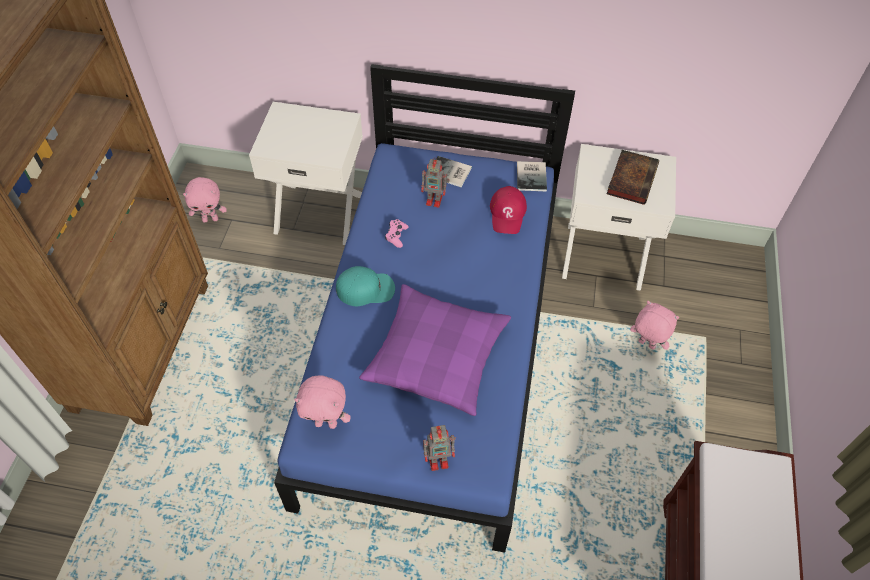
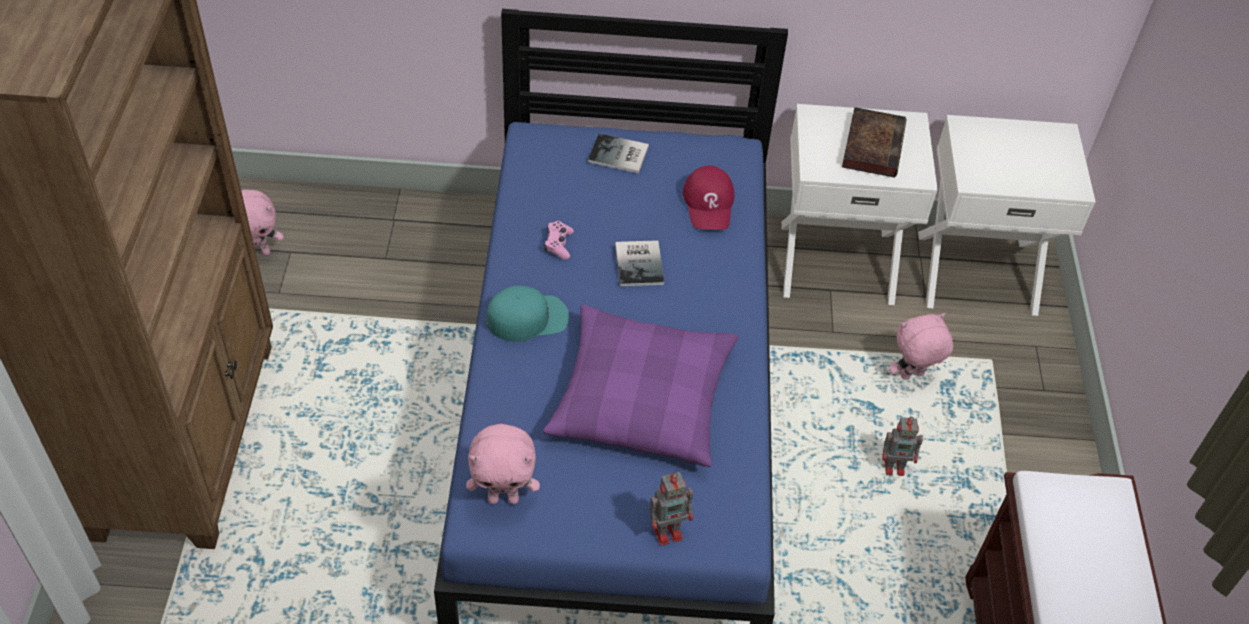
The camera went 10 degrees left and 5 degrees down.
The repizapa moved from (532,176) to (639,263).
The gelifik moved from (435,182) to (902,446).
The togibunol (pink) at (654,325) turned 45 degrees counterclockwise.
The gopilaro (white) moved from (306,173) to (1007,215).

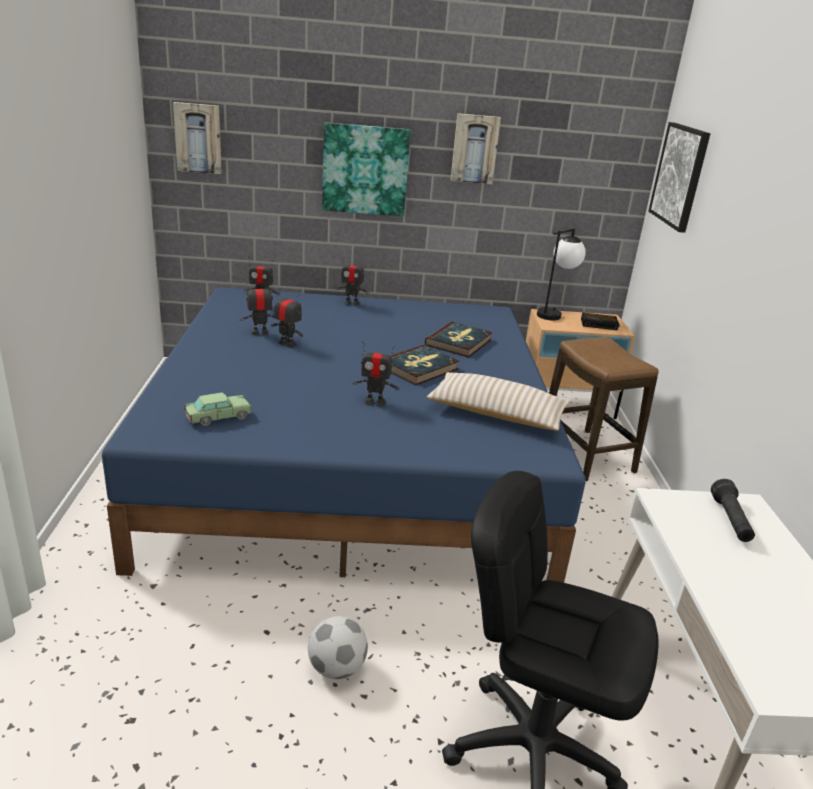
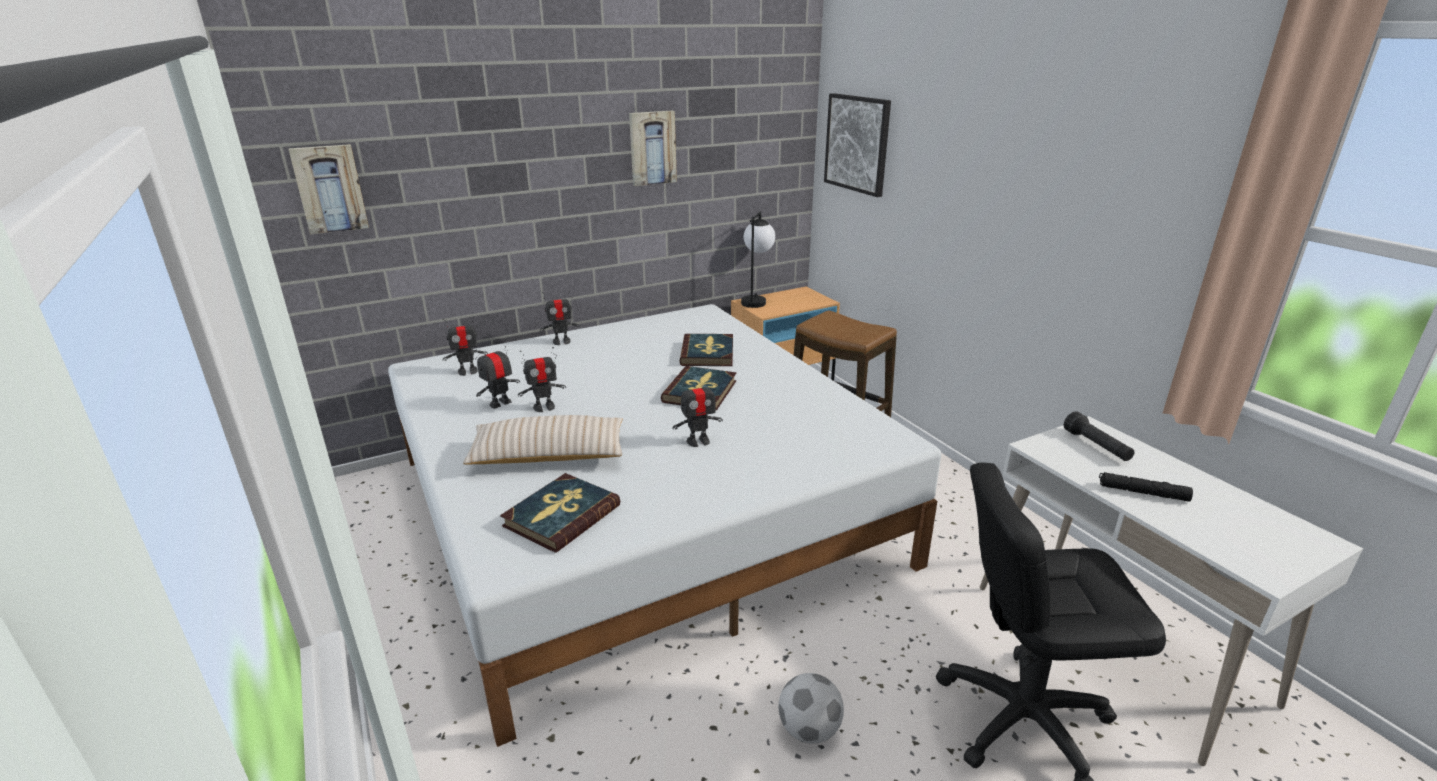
The camera went 25 degrees left and 0 degrees up.
The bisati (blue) at (344,435) became the bisati (white) at (664,525).
The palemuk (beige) moved from (498,401) to (543,440).
The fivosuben at (218,409) was replaced by the repizapa at (560,513).
The gelifik at (287,318) turned 150 degrees clockwise.
The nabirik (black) at (1146,487) appeared.
The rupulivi at (366,169) disappeared.
The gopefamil at (600,321) disappeared.

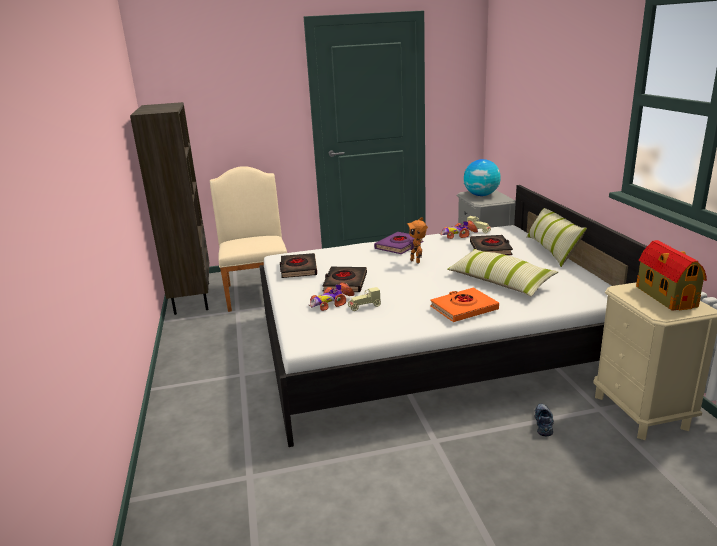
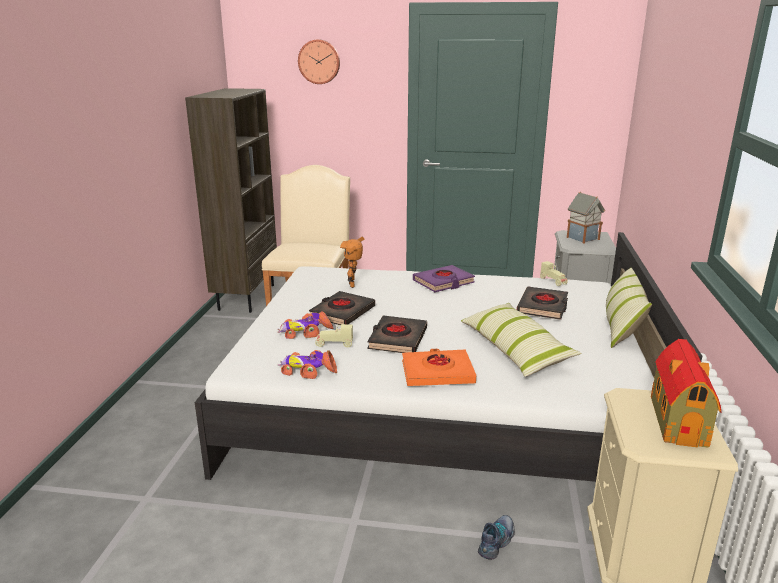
The camera went 20 degrees right and 0 degrees up.
The fivosuben moved from (459,229) to (307,364).
The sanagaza at (319,61) appeared.
The gelifik moved from (417,240) to (352,262).
The repizapa (black) moved from (298,265) to (397,334).
The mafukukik at (482,177) was replaced by the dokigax at (586,217).

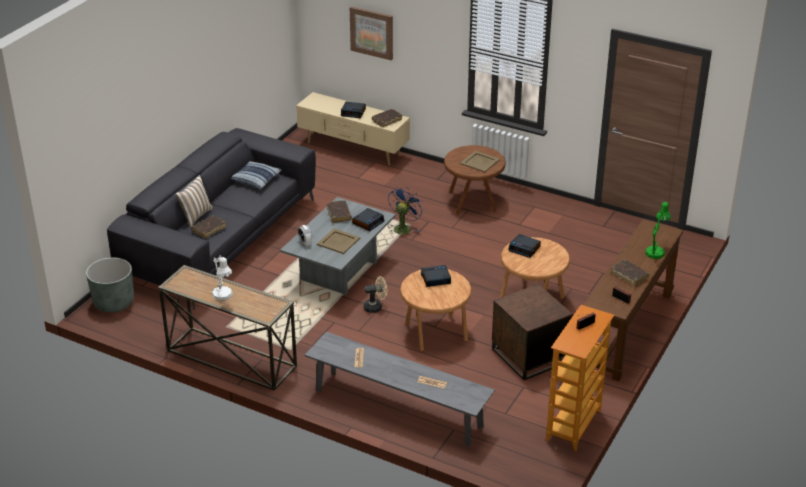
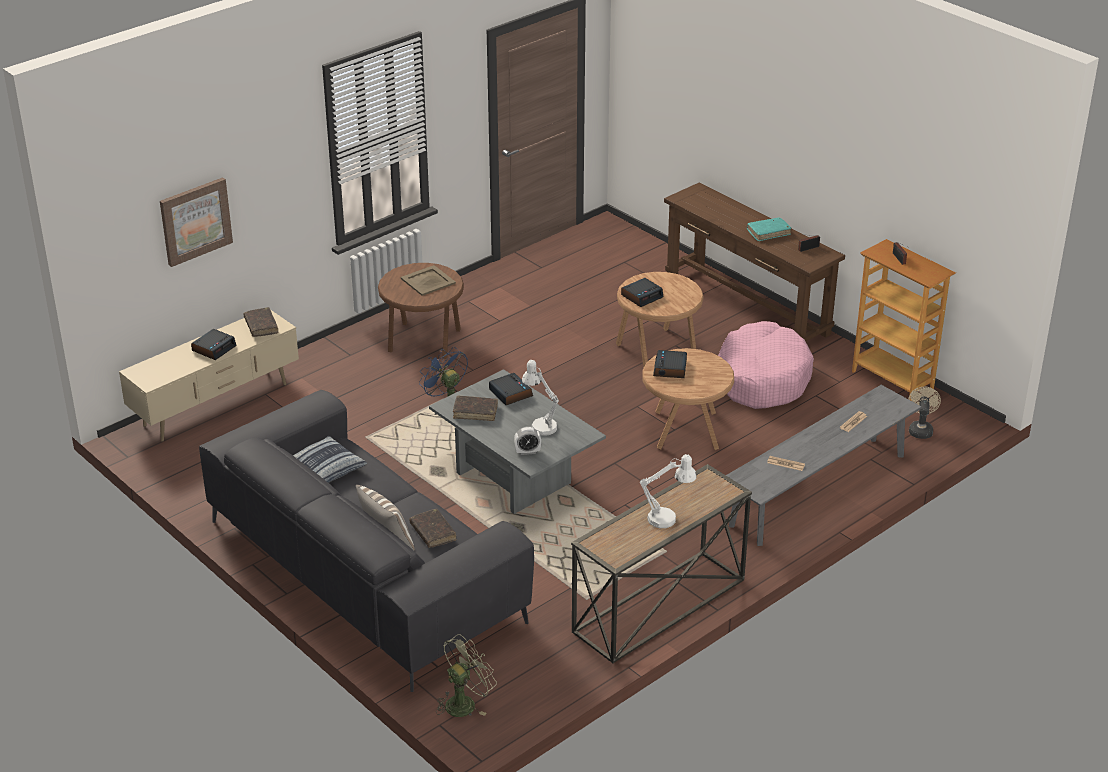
The camera went 70 degrees left and 0 degrees up.
The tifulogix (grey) at (110,285) was replaced by the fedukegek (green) at (466,675).
The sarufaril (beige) at (338,241) was replaced by the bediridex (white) at (540,398).
The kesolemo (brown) at (532,332) was replaced by the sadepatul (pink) at (766,365).
The repizapa (brown) at (630,272) became the repizapa (turquoise) at (769,229).
The fedukegek (beige) moved from (375,294) to (924,413).
The bediridex (green) at (658,230) disappeared.

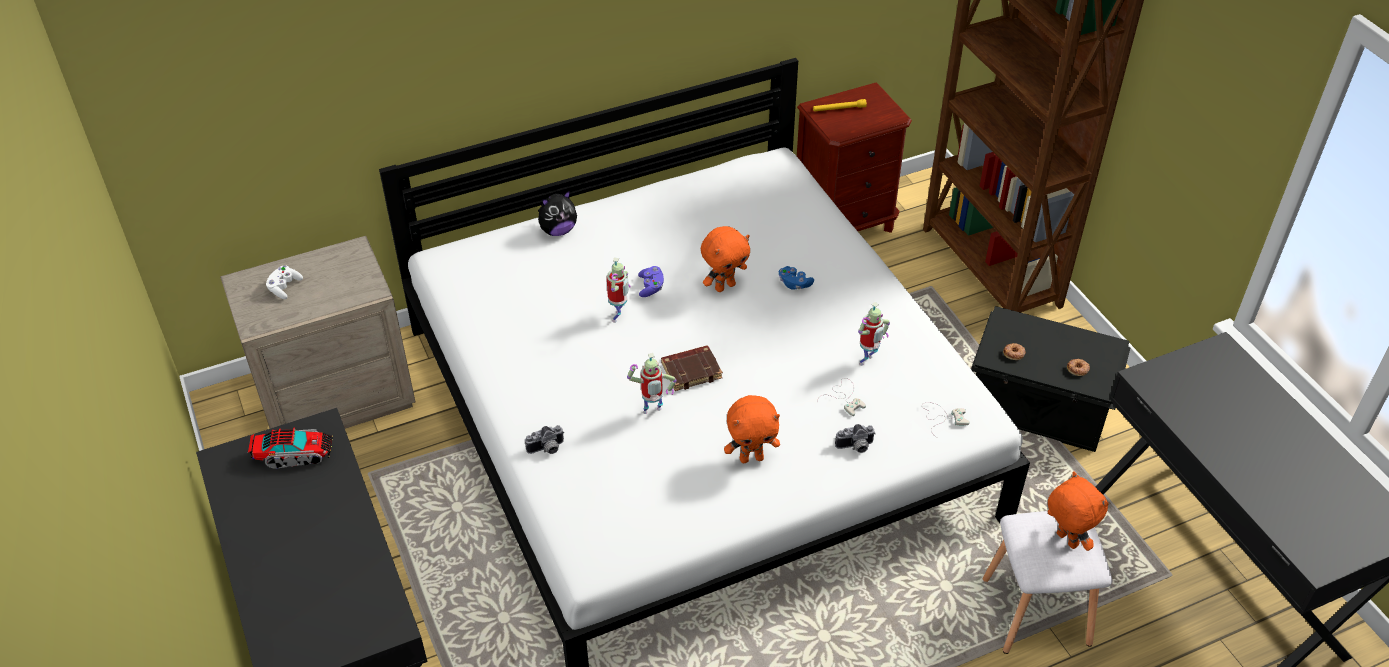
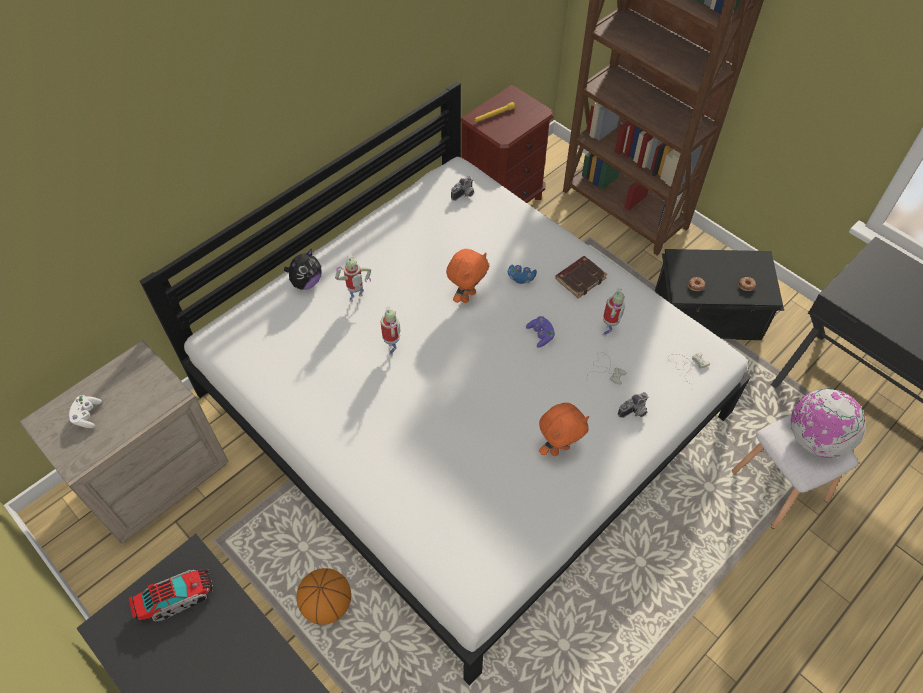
The camera went 20 degrees left and 10 degrees up.
The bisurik at (324,596) appeared.
The gelifik moved from (652,383) to (353,278).
The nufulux moved from (544,439) to (462,188).
The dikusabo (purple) moved from (651,281) to (540,332).
The repizapa (brown) moved from (692,368) to (581,277).
The togibunol (orange) at (1078,511) was replaced by the mafukukik at (828,423).

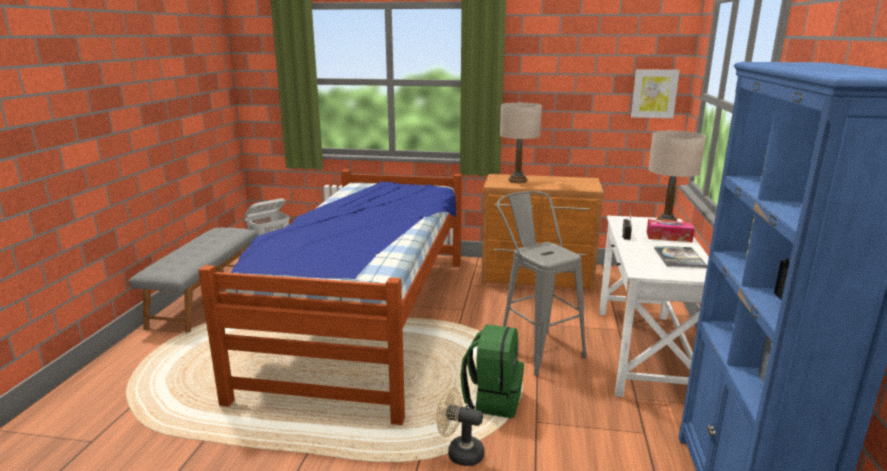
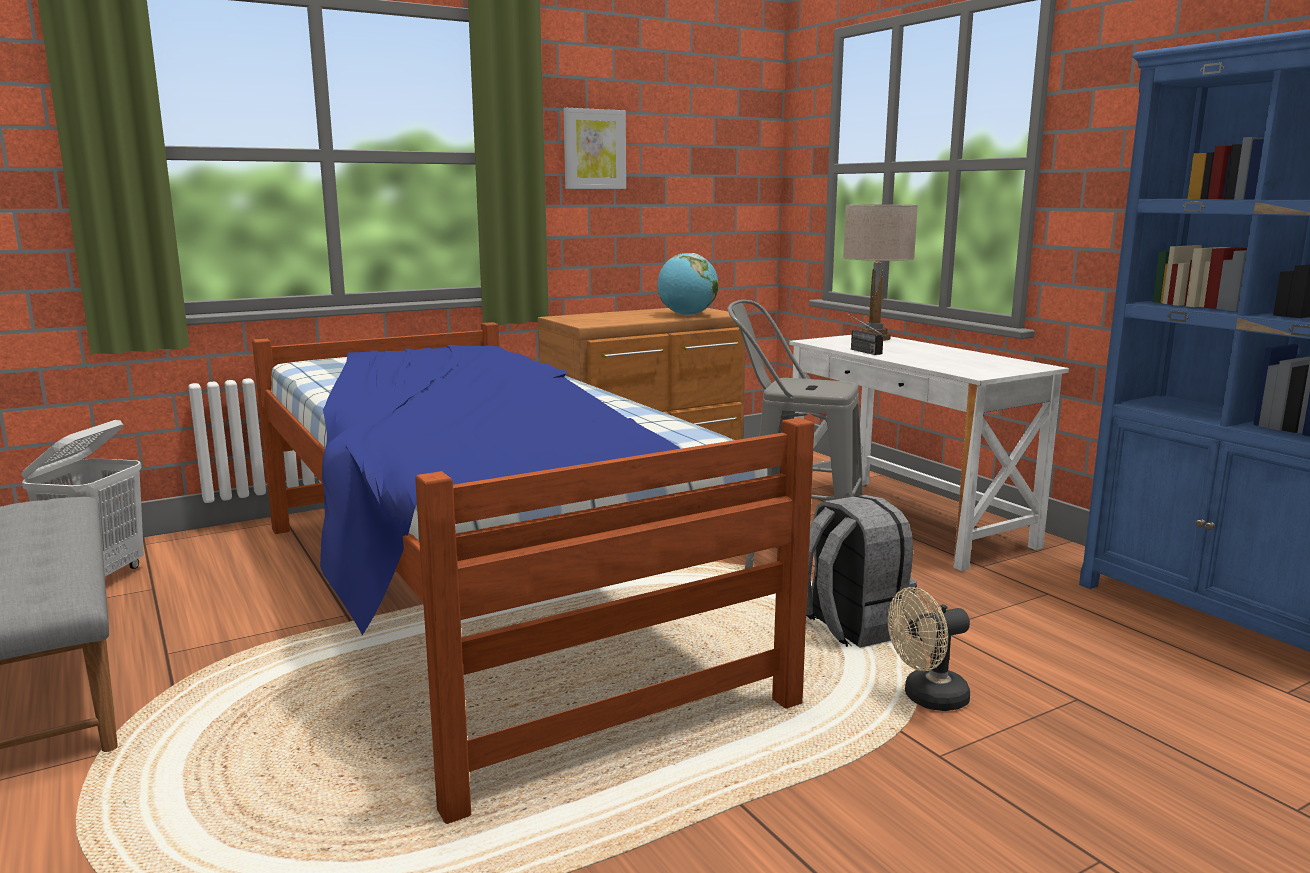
The camera went 40 degrees left and 5 degrees down.
The rupulivi moved from (655,93) to (594,148).
The mafukukik at (687,284) appeared.
The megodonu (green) at (492,371) became the megodonu (grey) at (861,571).
The bediridex (beige) at (521,143) disappeared.
The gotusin at (670,230) disappeared.
The repizapa at (680,257) disappeared.

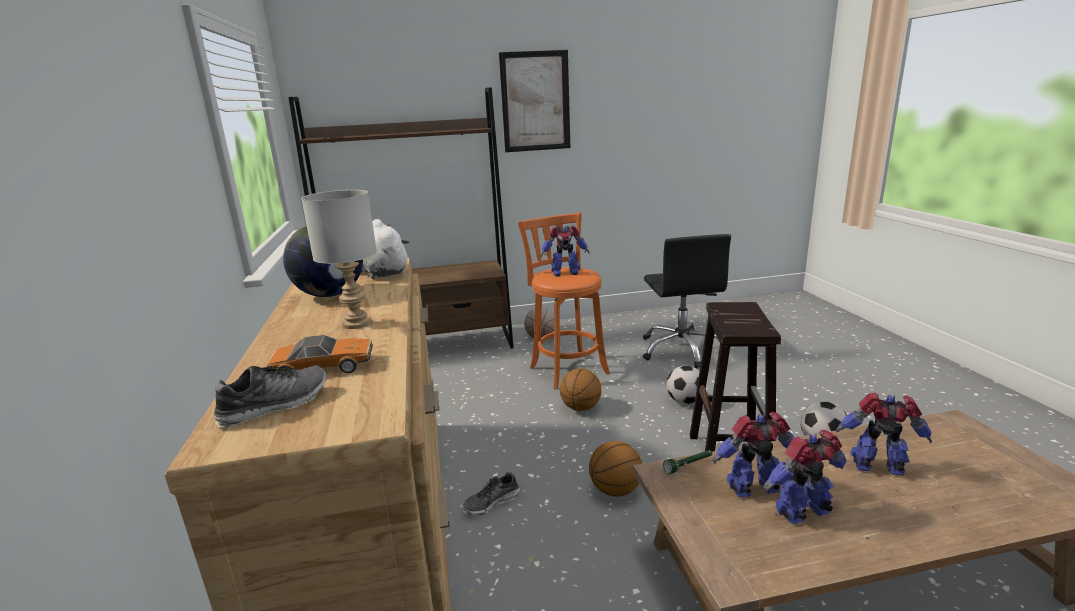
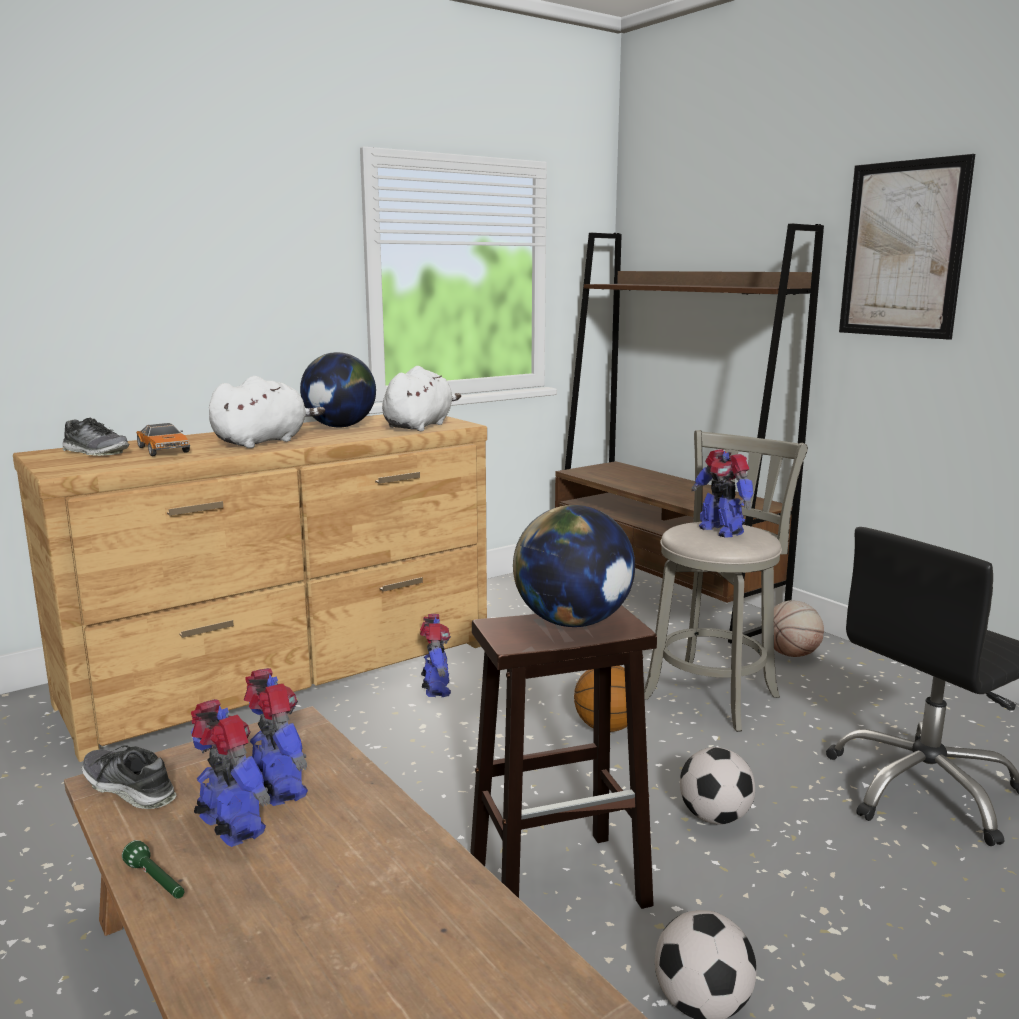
The camera went 65 degrees right and 5 degrees down.
The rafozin moved from (491,493) to (129,777).
The nabirik (green) moved from (687,462) to (153,869).
The bediridex (grey) at (339,259) was replaced by the togibunol (white) at (267,412).
The gelifik moved from (884,434) to (435,655).
The mafukukik at (574,566) appeared.
The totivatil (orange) at (564,300) became the totivatil (grey) at (726,581).
The bisurik at (615,469) disappeared.

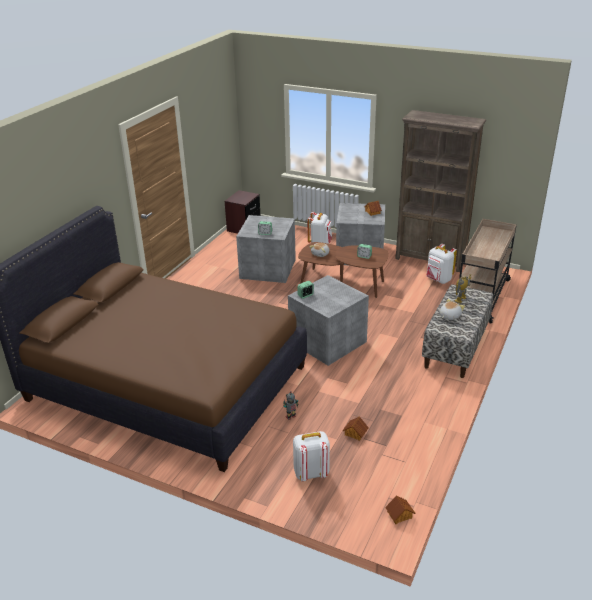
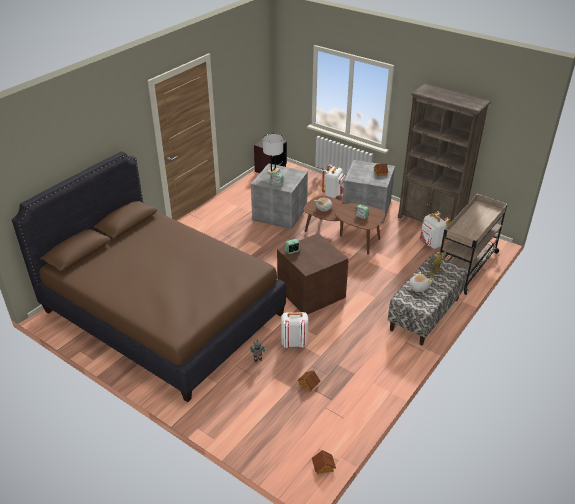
The camera went 10 degrees right and 5 degrees up.
The bediridex (white) at (273,154) appeared.
The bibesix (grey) at (328,320) became the bibesix (brown) at (313,274).
The megodonu (white) moved from (311,456) to (294,330).

